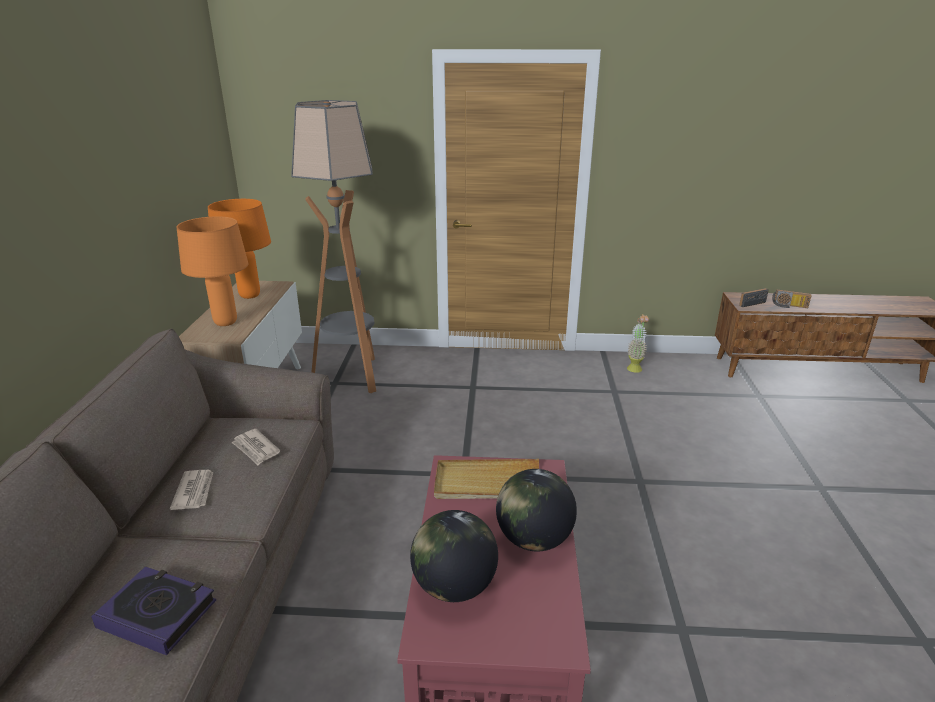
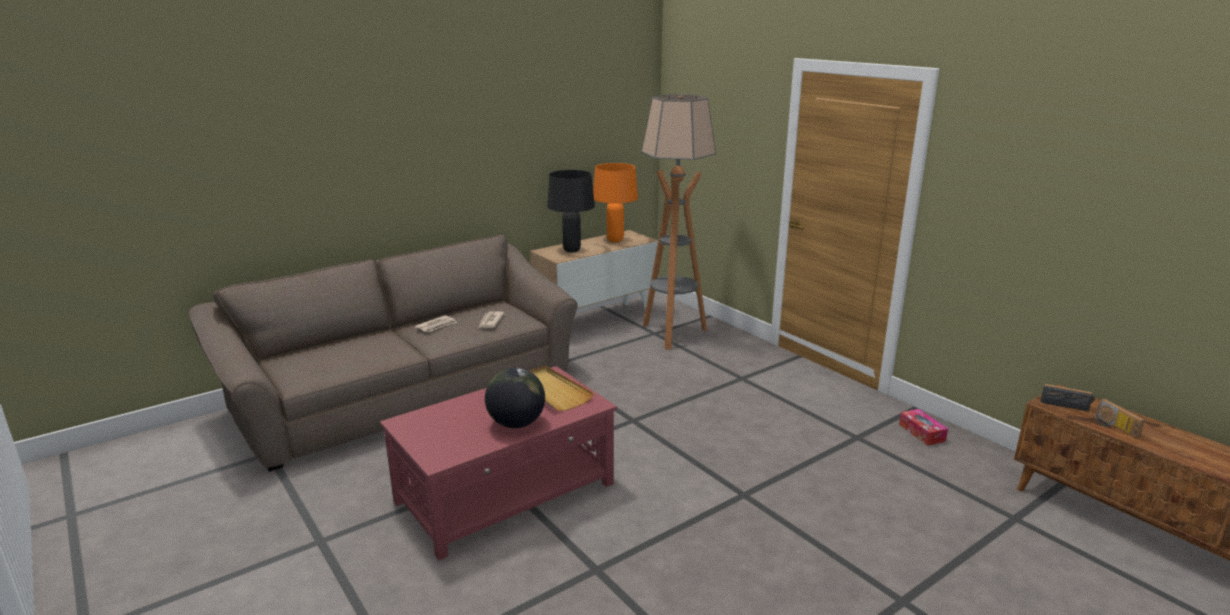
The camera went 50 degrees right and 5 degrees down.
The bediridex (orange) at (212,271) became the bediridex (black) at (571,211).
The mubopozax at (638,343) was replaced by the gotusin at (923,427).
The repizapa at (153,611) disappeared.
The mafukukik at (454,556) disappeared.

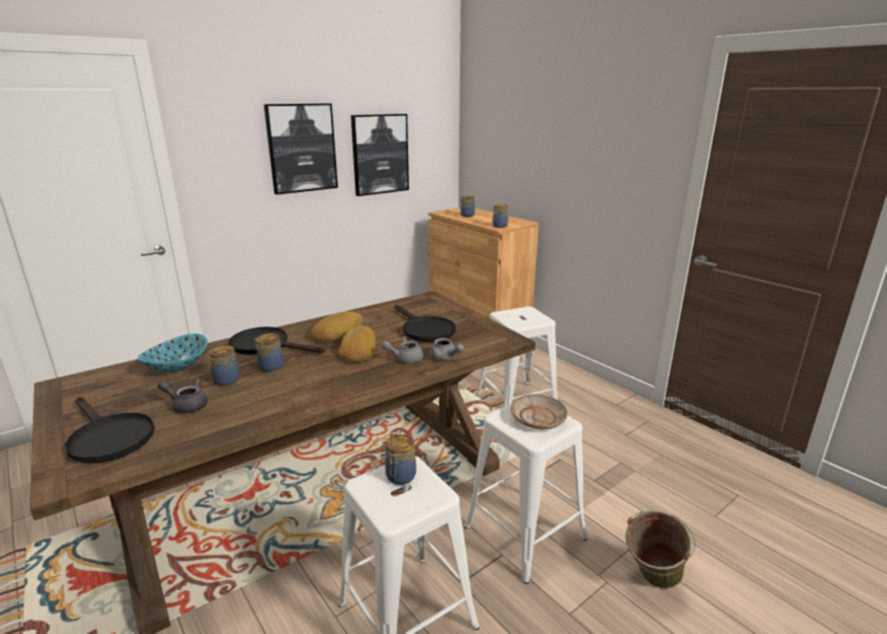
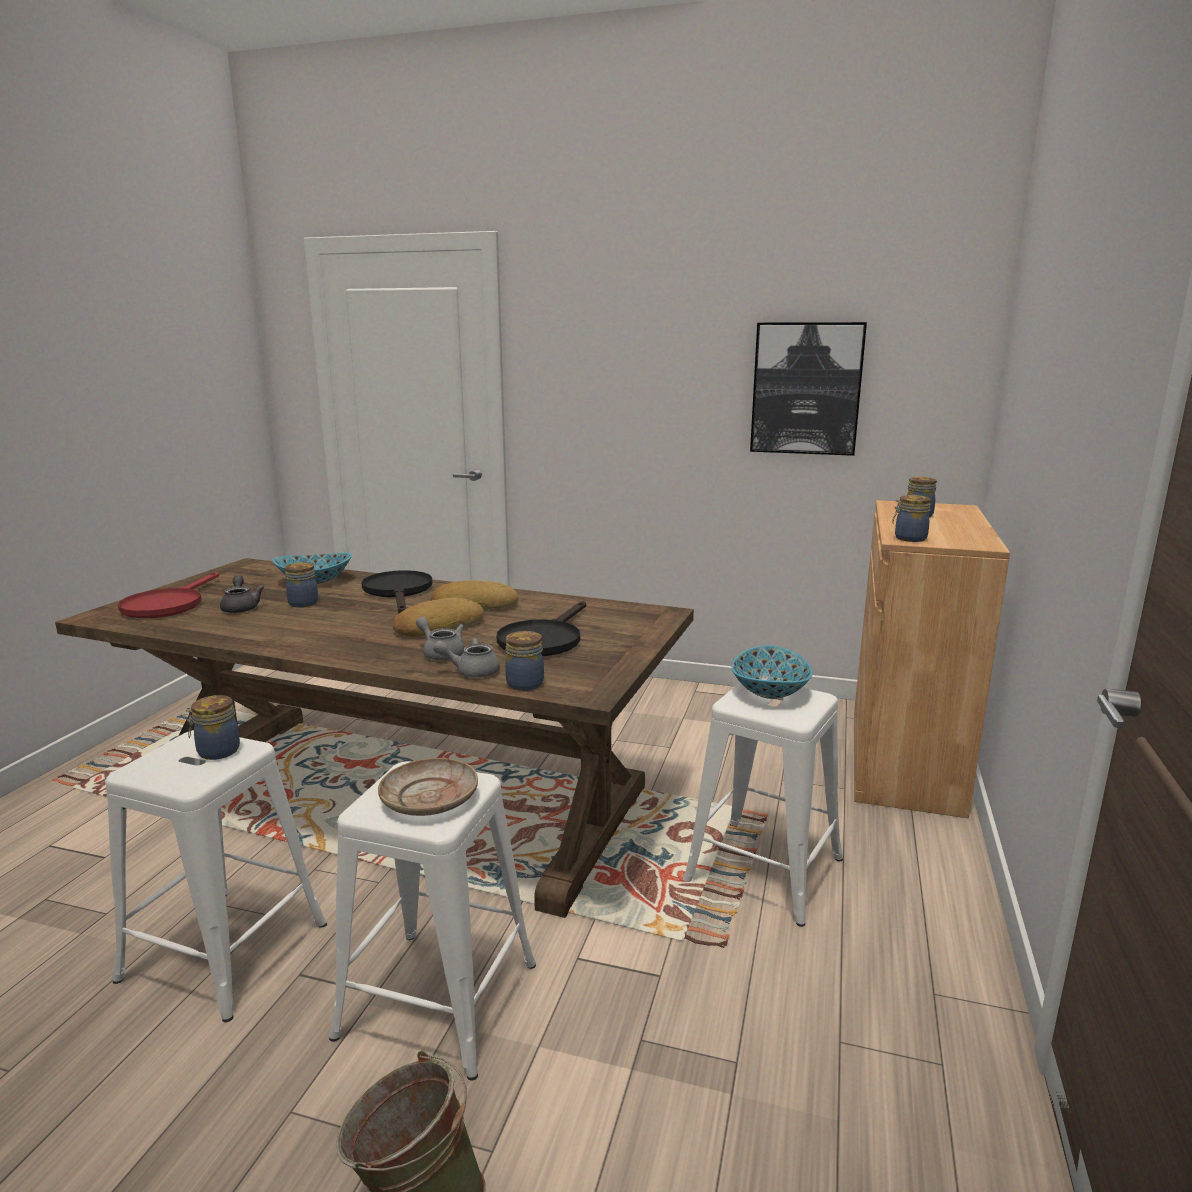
The camera went 55 degrees right and 5 degrees down.
The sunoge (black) at (110,430) became the sunoge (red) at (168,595).
The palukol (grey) at (447,349) turned 75 degrees clockwise.
The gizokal moved from (269,352) to (524,661).
The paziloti at (772,672) appeared.
The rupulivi at (301,149) disappeared.

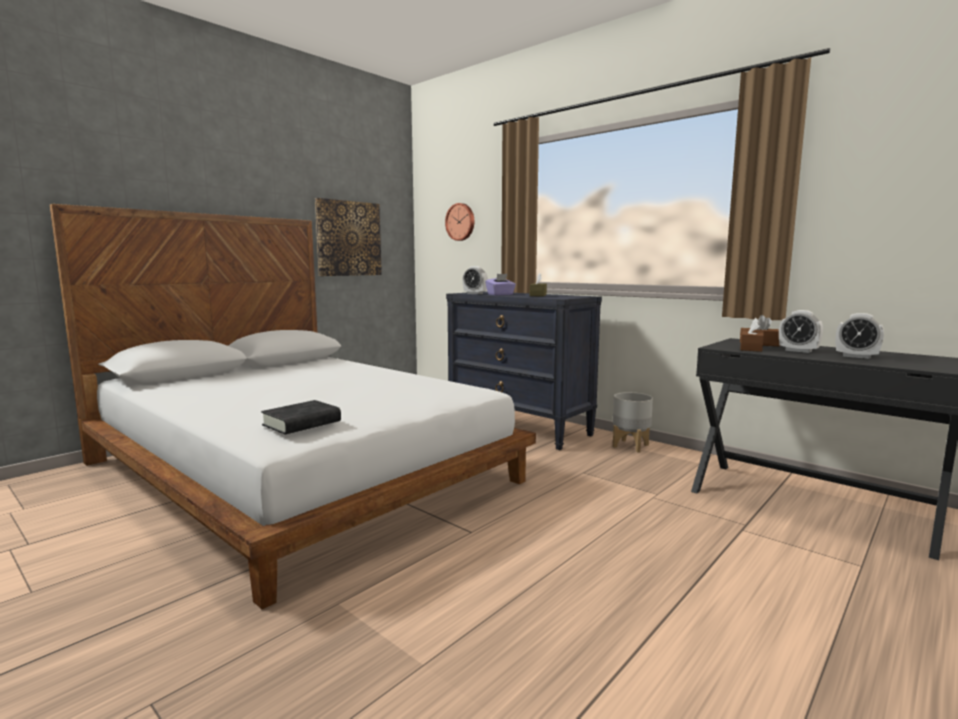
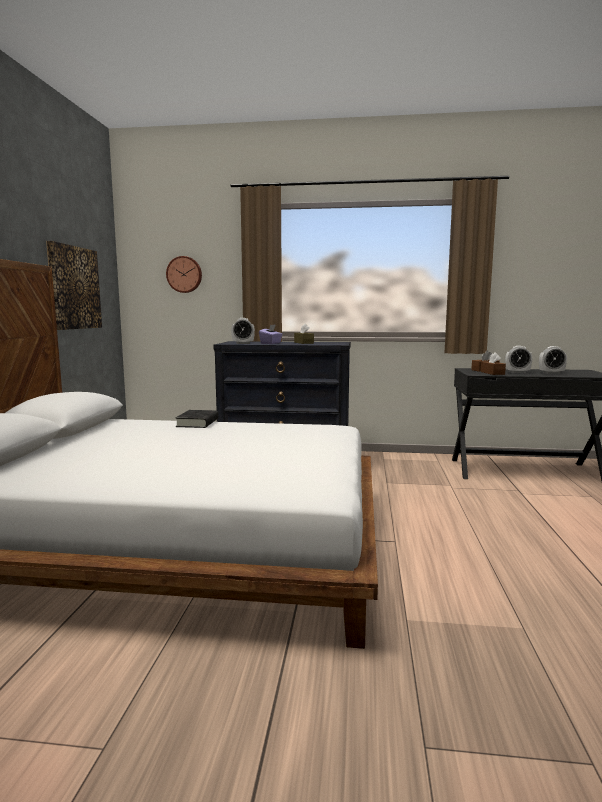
The camera went 35 degrees left and 0 degrees up.
The repizapa (black) moved from (301,417) to (197,419).
The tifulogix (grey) at (633,422) disappeared.

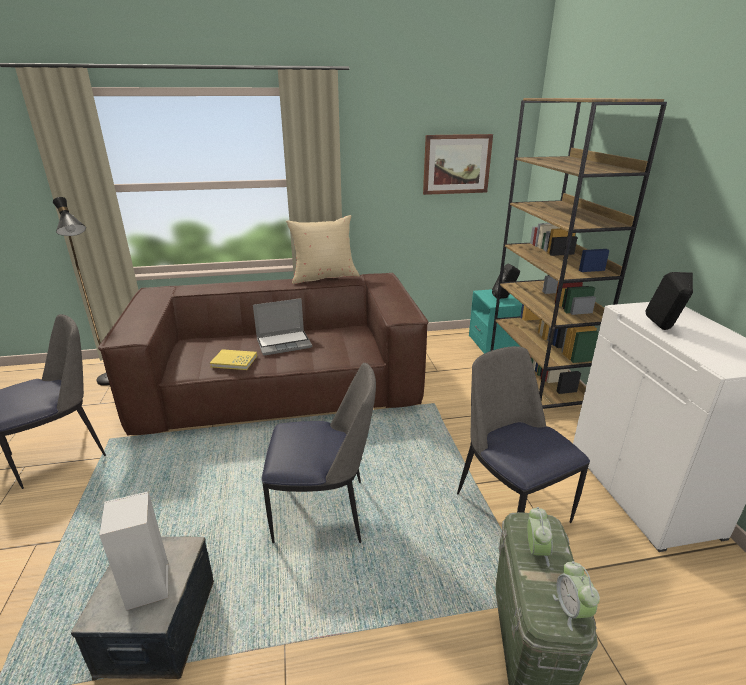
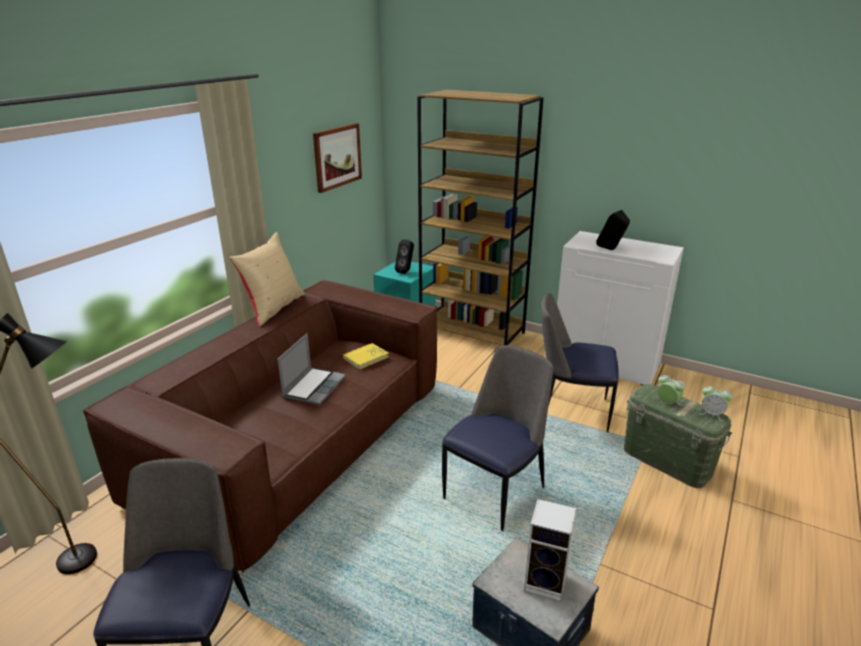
The camera went 50 degrees left and 0 degrees up.
The repizapa (yellow) moved from (233,359) to (366,356).

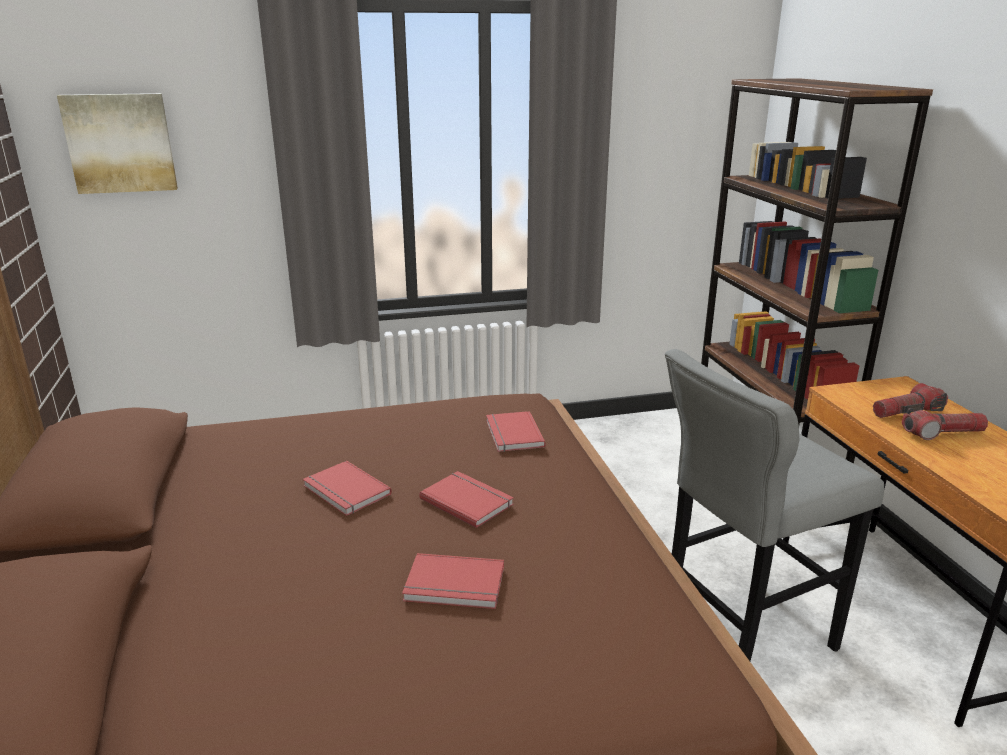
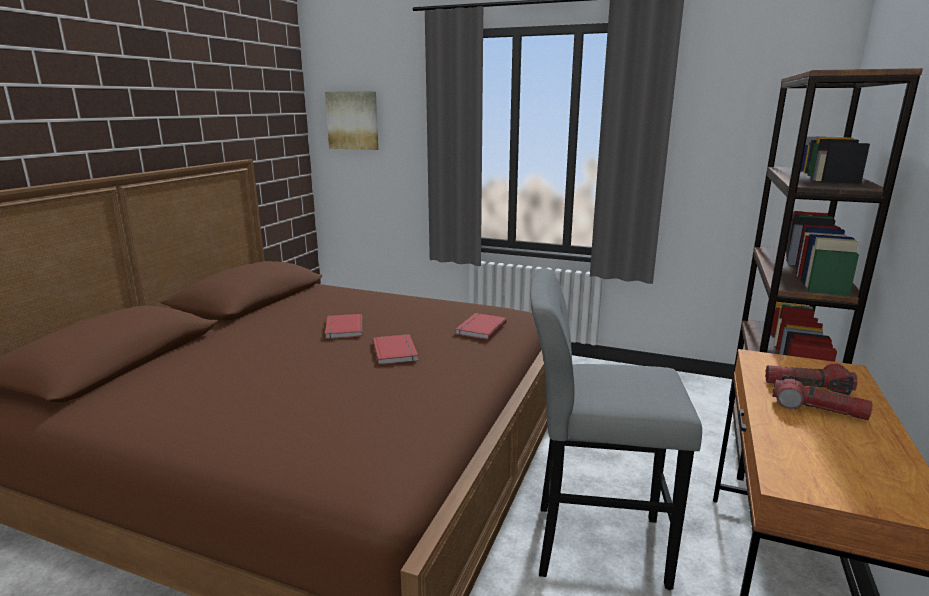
The camera went 35 degrees right and 5 degrees down.
The repizapa (red) at (453,581) disappeared.

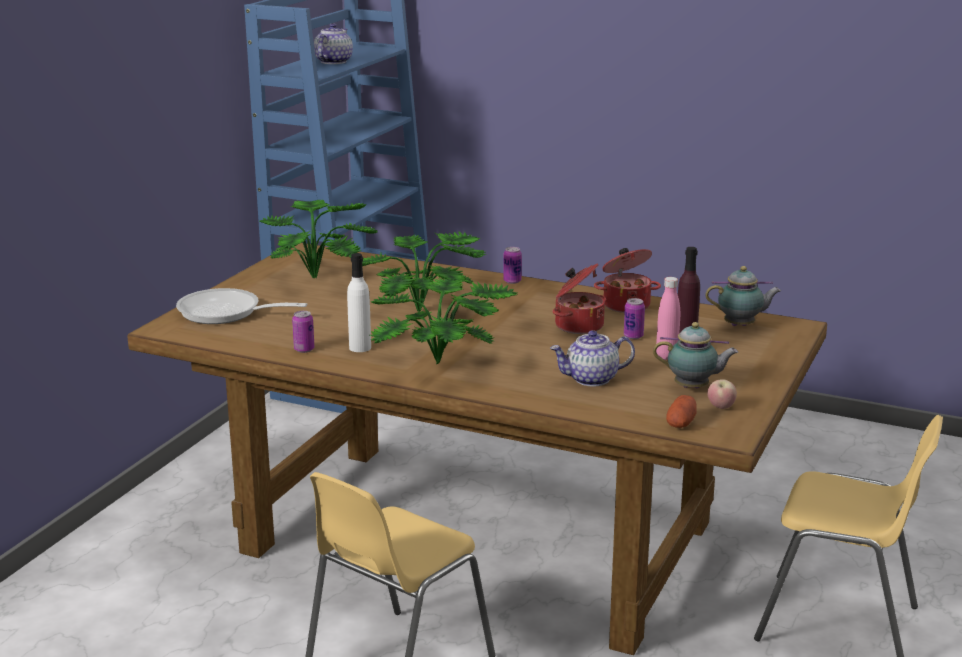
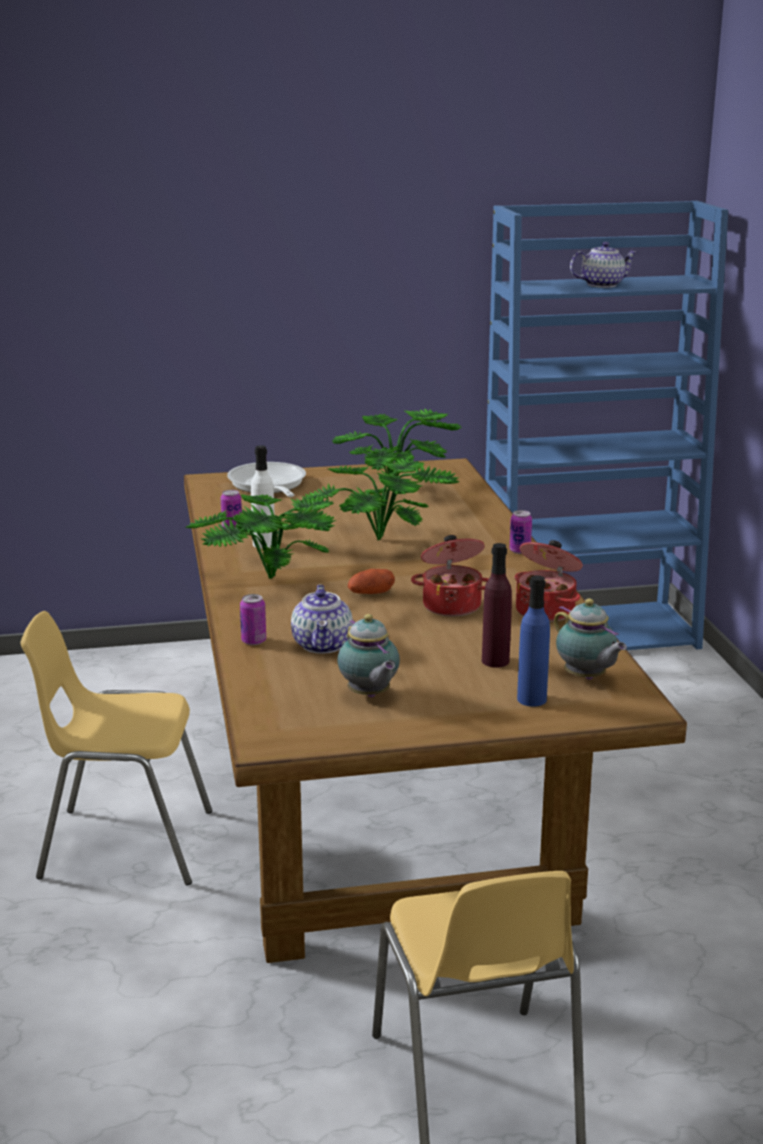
The camera went 55 degrees right and 0 degrees up.
The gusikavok moved from (634,318) to (253,619).
The palukol at (592,358) turned 135 degrees counterclockwise.
The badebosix moved from (681,411) to (371,581).
The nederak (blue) at (533,641) appeared.
The nederak (pink) at (668,318) disappeared.
The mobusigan at (722,394) disappeared.

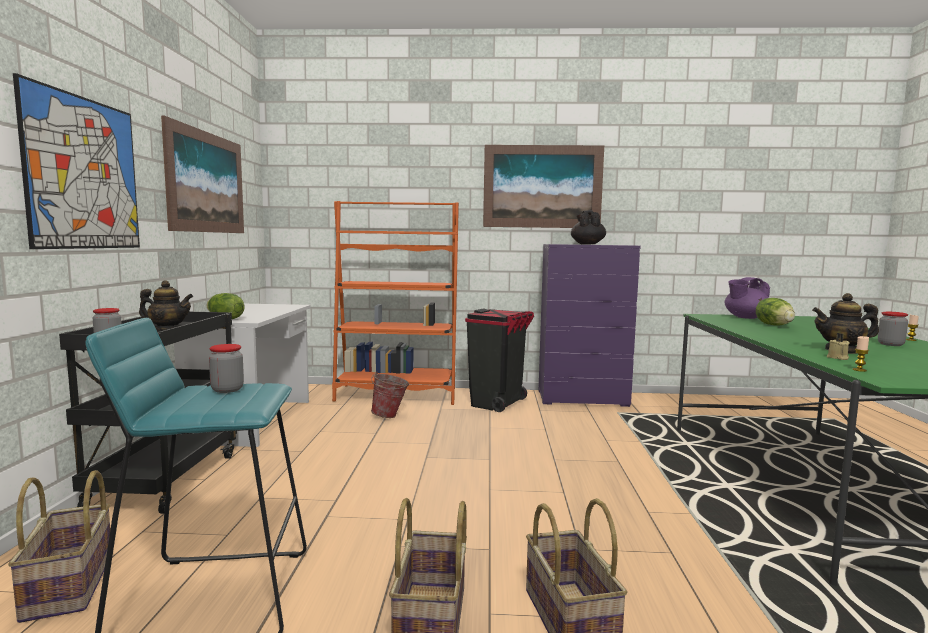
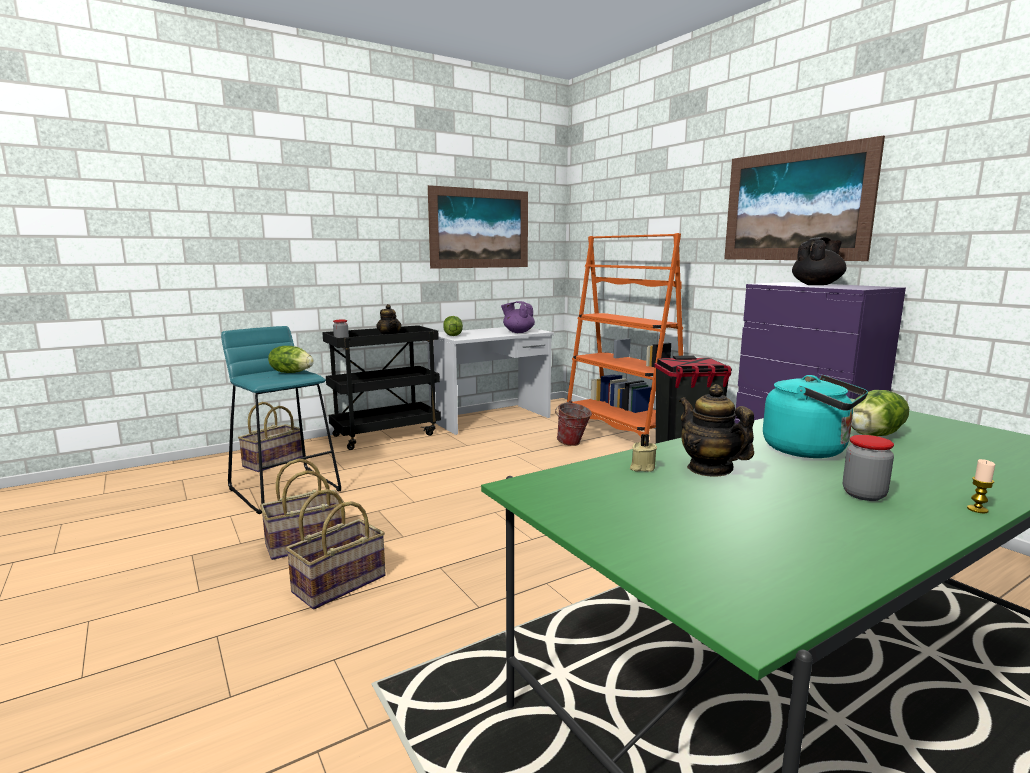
The camera went 55 degrees right and 5 degrees up.
The gizokal at (226,368) was replaced by the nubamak at (291,359).
The palukol (purple) moved from (747,298) to (518,317).
The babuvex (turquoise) at (815,416) appeared.
The rupulivi at (76,161) disappeared.
The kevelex at (861,354) disappeared.

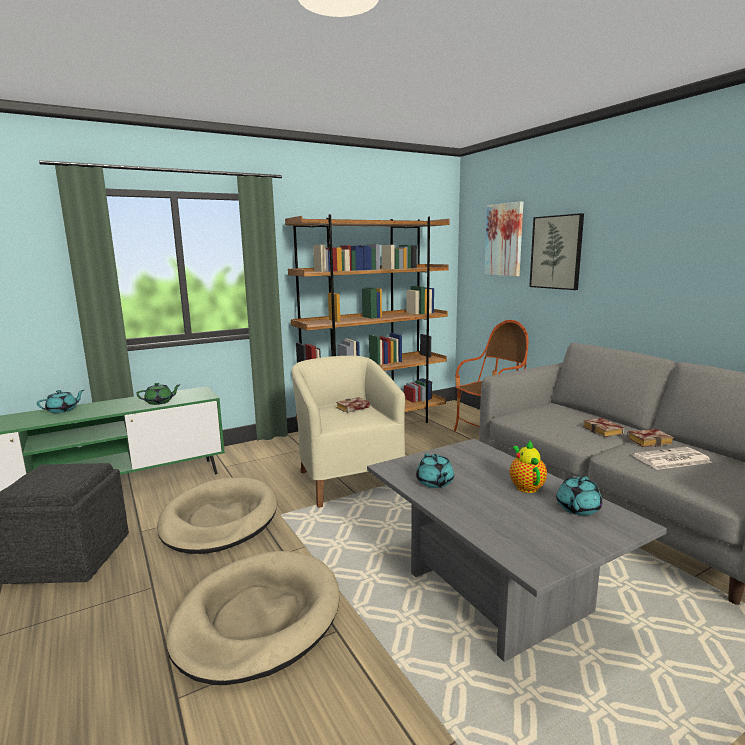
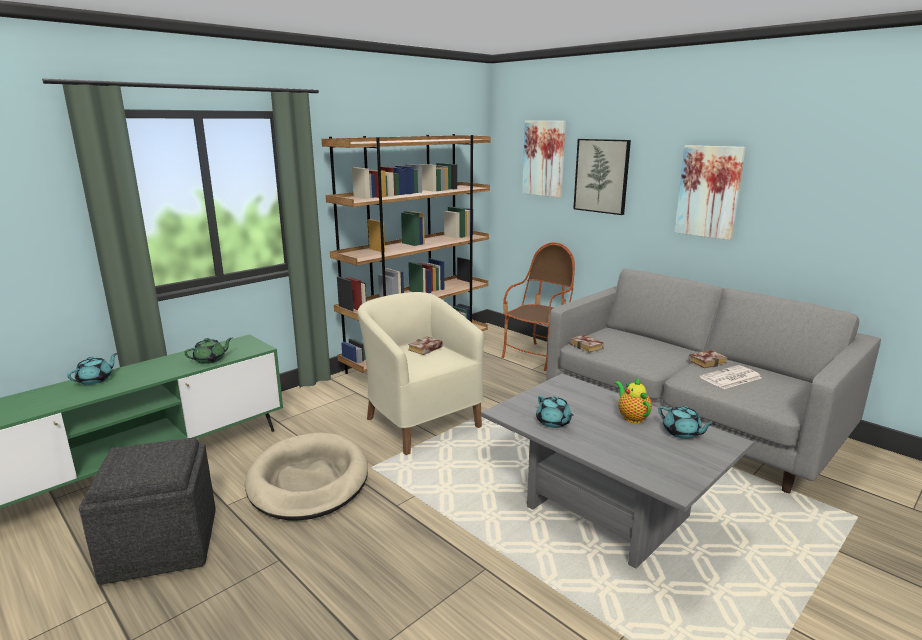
The camera went 15 degrees left and 5 degrees up.
The repizapa moved from (603,427) to (587,344).
The palukol (turquoise) at (579,496) turned 60 degrees counterclockwise.
The rupulivi at (710,192) appeared.
The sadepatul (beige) at (253,618) disappeared.

